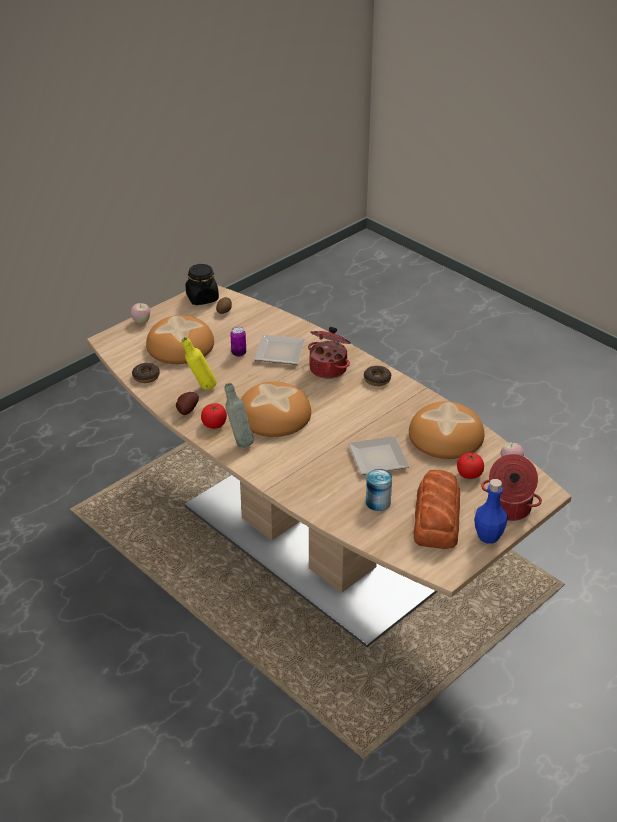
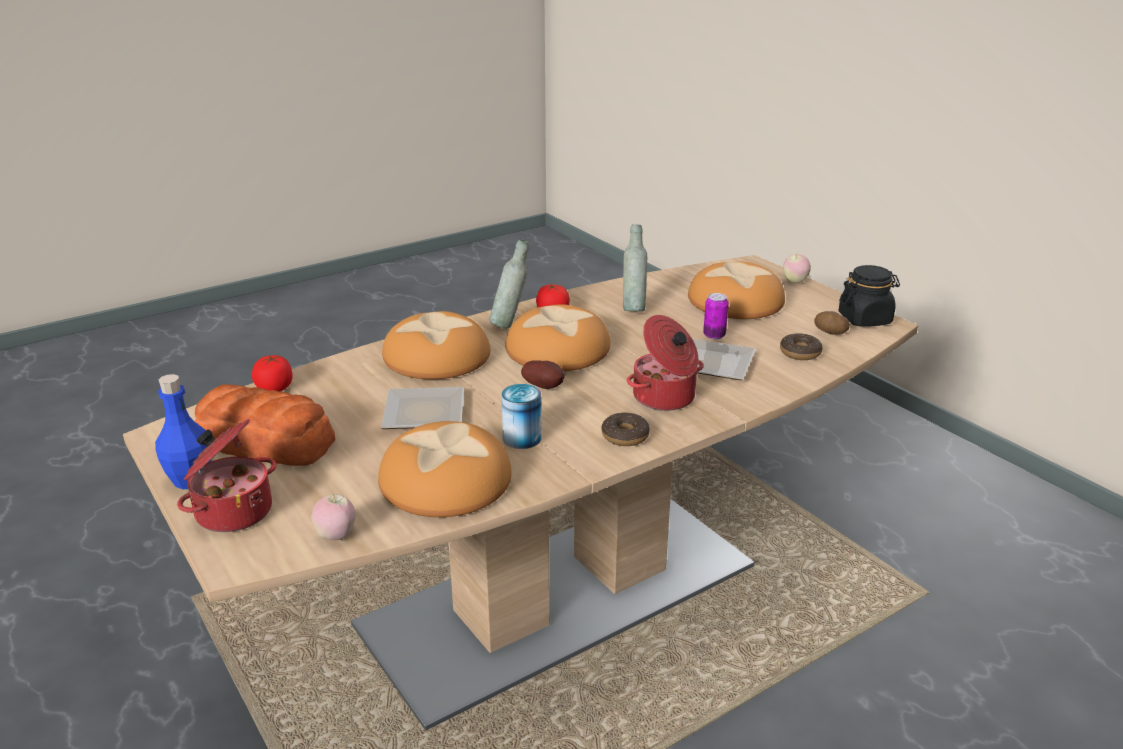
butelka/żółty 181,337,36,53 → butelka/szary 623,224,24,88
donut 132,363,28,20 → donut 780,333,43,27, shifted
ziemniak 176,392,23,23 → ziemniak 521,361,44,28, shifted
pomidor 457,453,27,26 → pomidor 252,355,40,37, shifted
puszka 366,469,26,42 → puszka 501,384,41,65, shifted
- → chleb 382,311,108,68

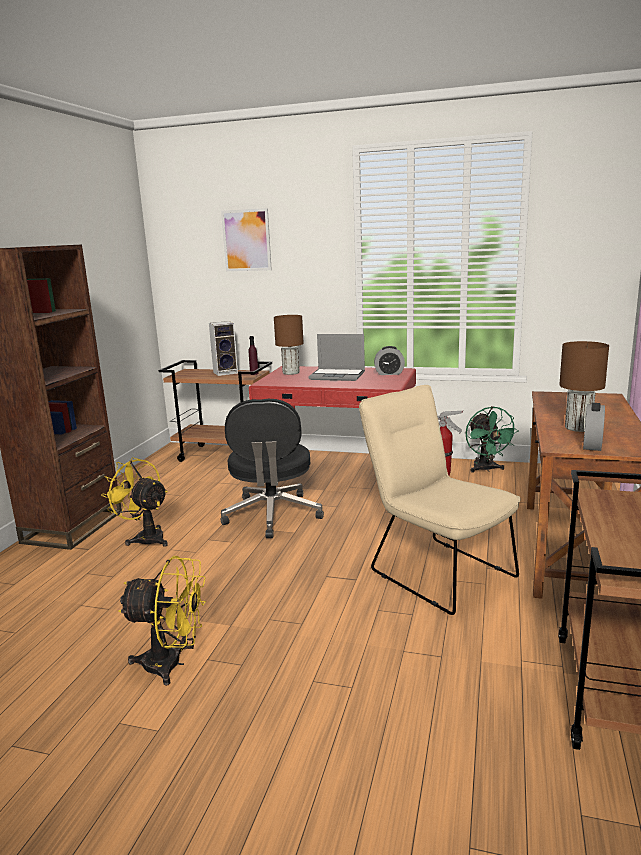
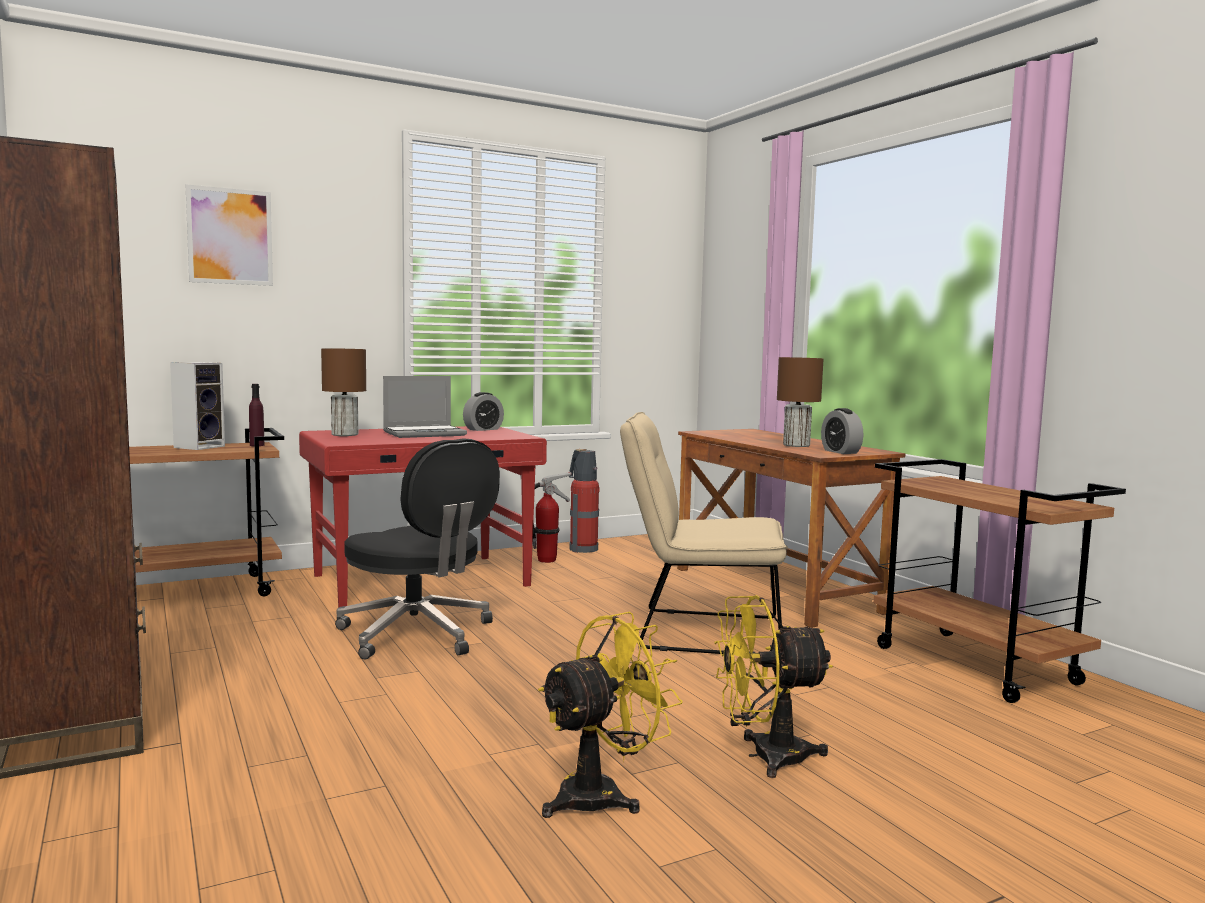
wentylator/zielony 466,406,53,67 → gaśnica 569,449,30,104
wentylator/żółty 101,457,67,90 → wentylator/żółty 714,595,119,183, shifted

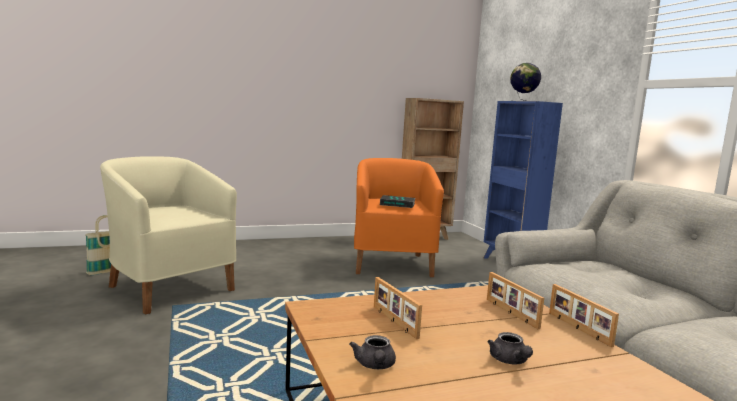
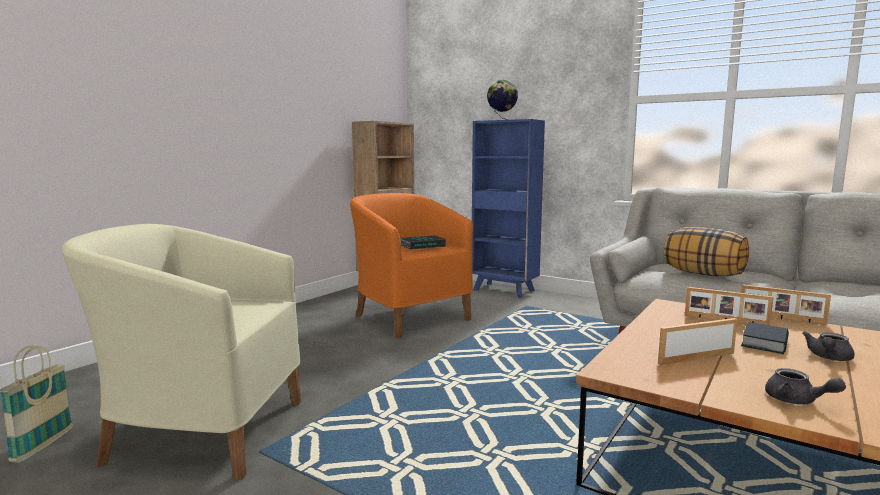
ramka na zdjęcie 374,277,48,62 → ramka na zdjęcie 658,318,79,47, 135 degrees clockwise
imbryk/szary 487,332,46,32 → imbryk/szary 802,331,52,30, 90 degrees clockwise
- → poduszka 664,227,85,49
- → książka 741,322,48,32

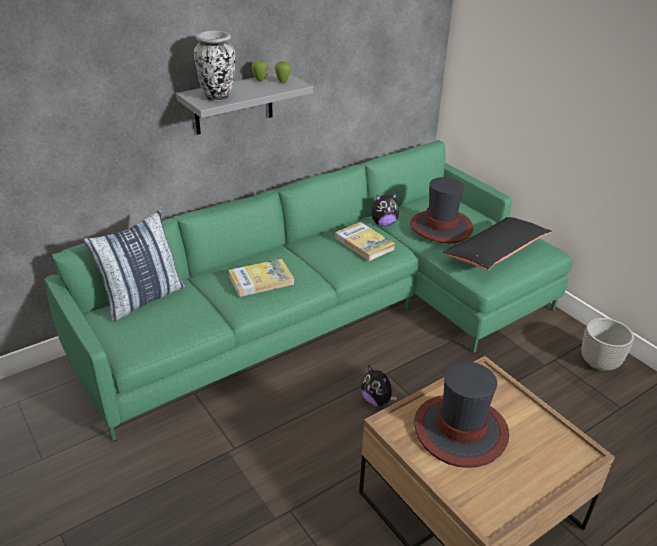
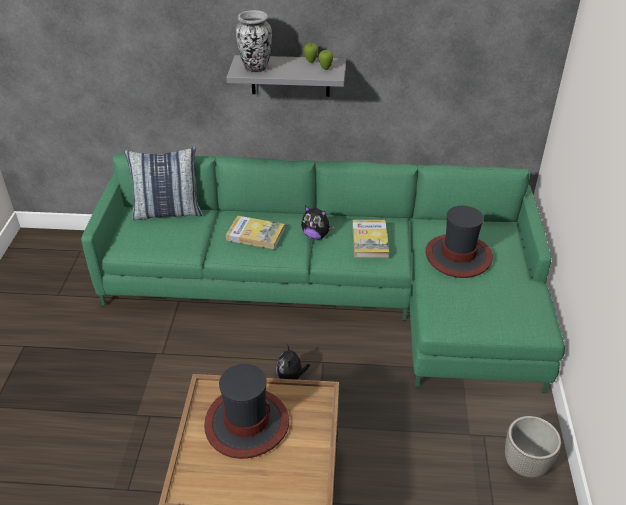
pluszak 371,193,28,33 → pluszak 301,206,33,33, shifted
poduszka/czarny 443,217,109,53 → -

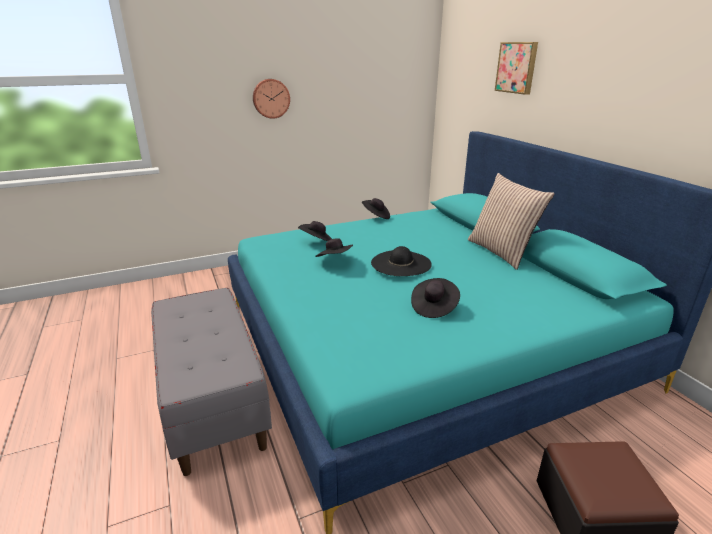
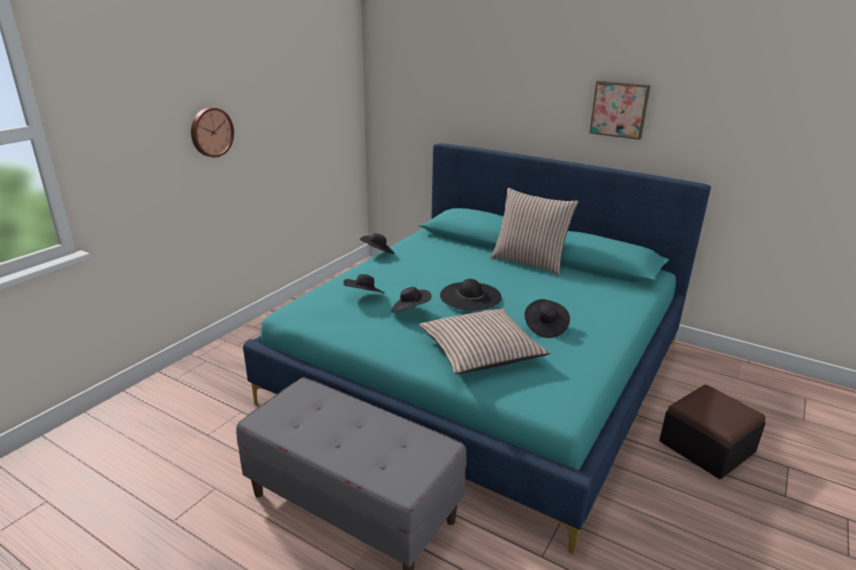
obraz 495,42,43,53 → obraz 589,81,61,59, shifted
- → poduszka 419,309,131,65

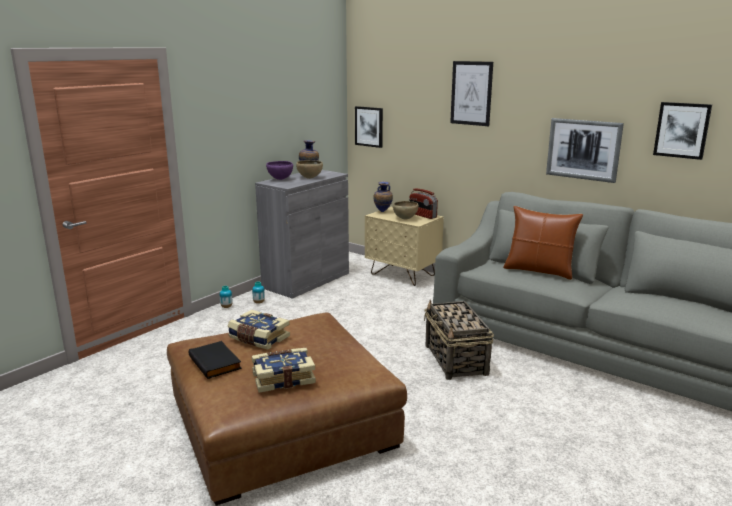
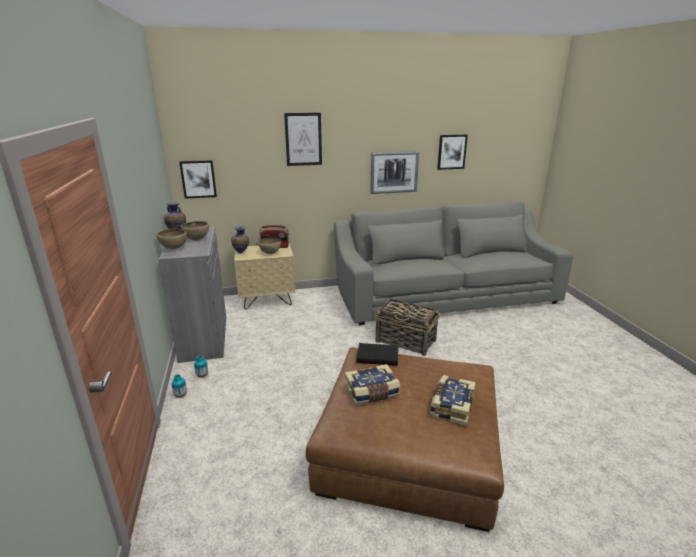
miska/fioletowy 266,161,27,19 → miska/brązowy 156,228,31,21
poduszka/brązowy 503,206,80,74 → -
książka/czarny 188,341,54,38 → książka/czarny 357,343,41,23, shifted

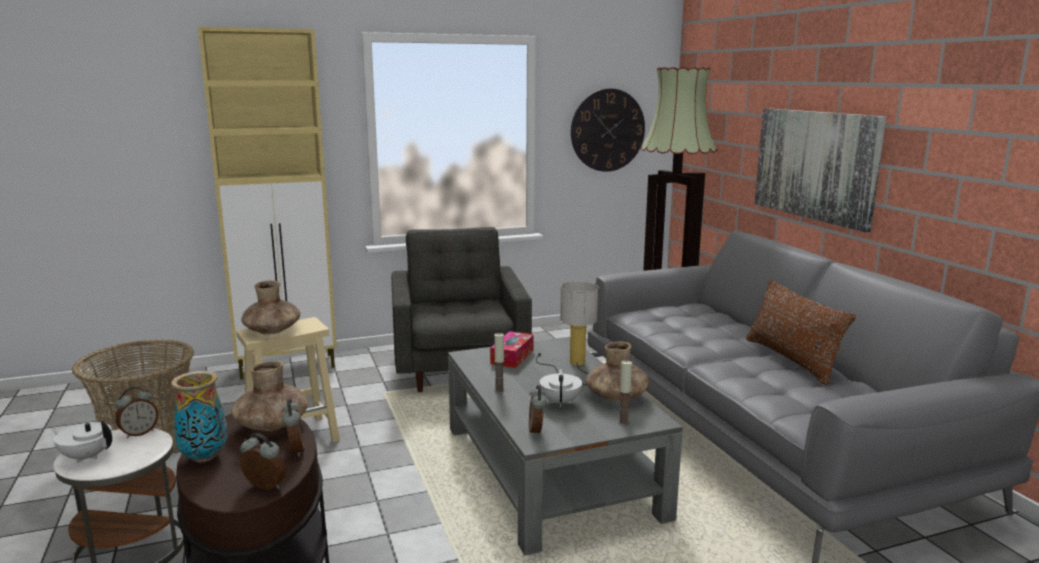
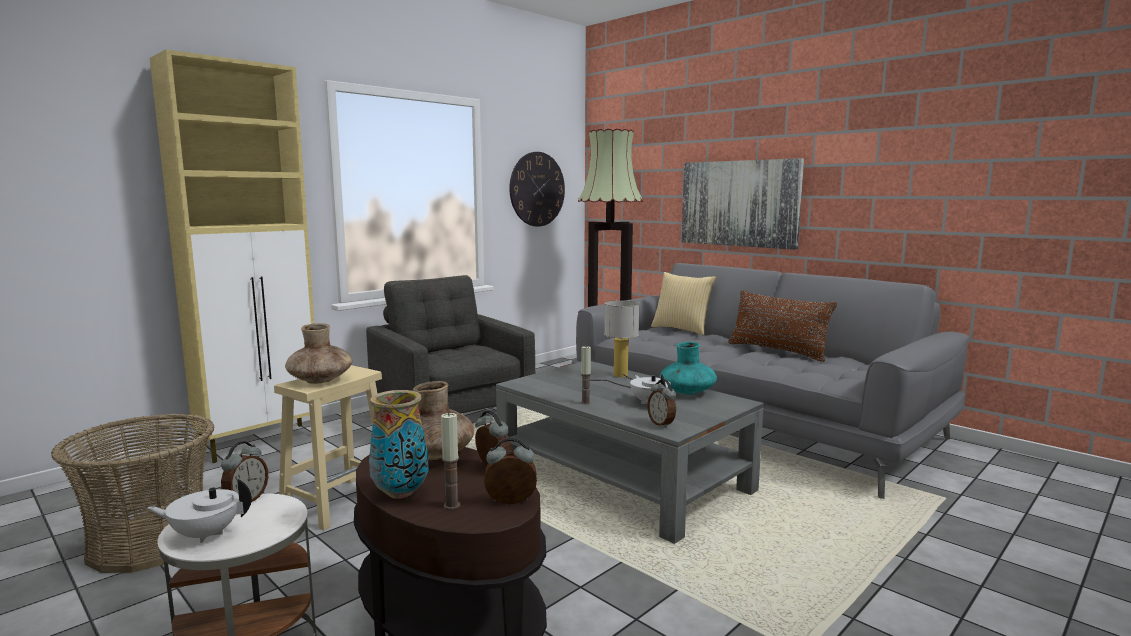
pudełko chusteczek 490,331,44,37 → -
wazon/brązowy 586,342,63,59 → wazon/turkusowy 660,342,57,53
świeca 618,360,14,66 → świeca 441,412,19,97, shifted
- → poduszka 651,272,65,64

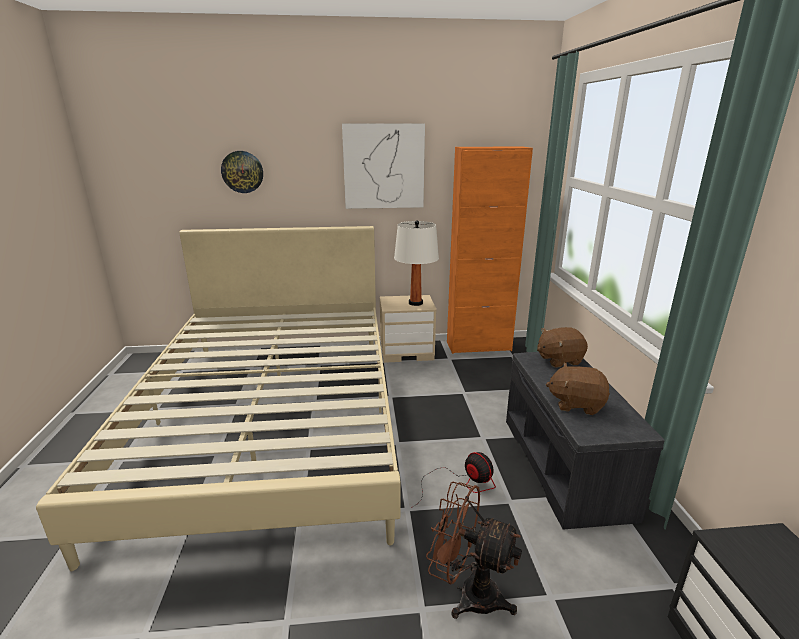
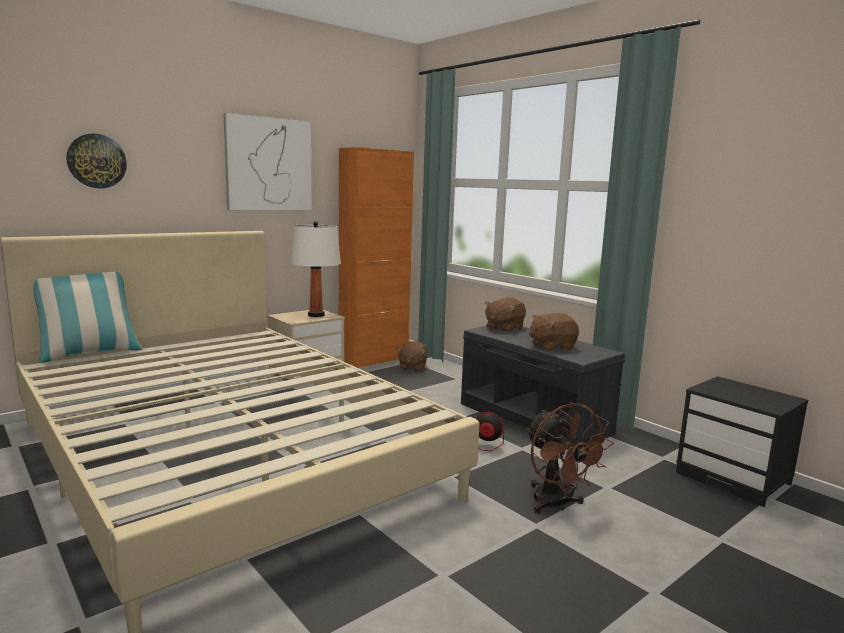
wentylator/brązowy 426,482,96,137 → wentylator/brązowy 526,403,88,111, 105 degrees counterclockwise
- → poduszka 33,272,110,91
- → pluszak/brązowy 397,341,31,31

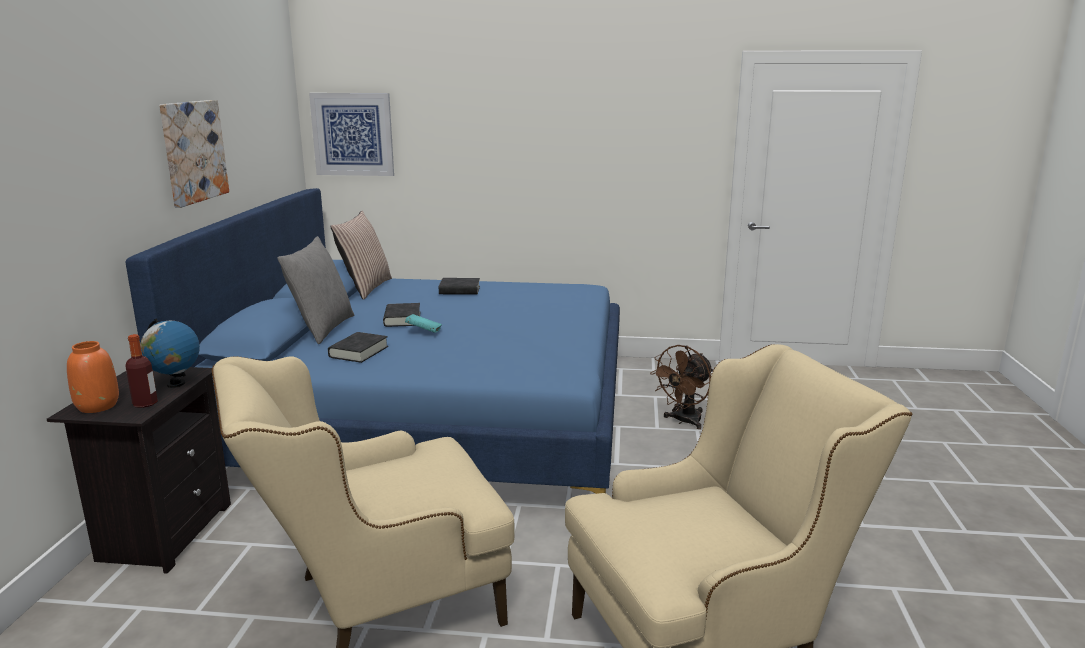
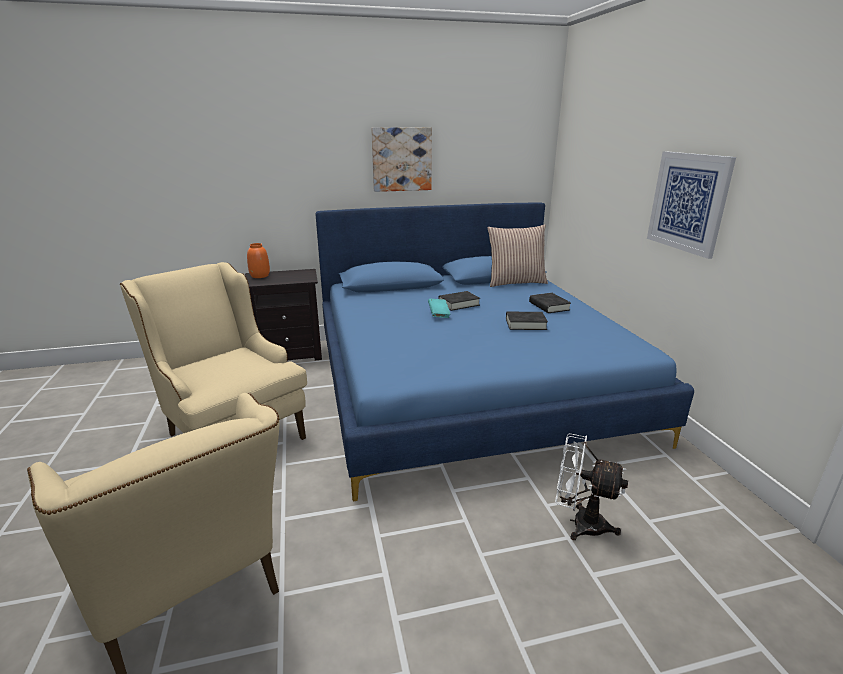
obraz 309,93,85,83 → obraz 647,151,89,108, shifted
poduszka/szary 277,236,77,108 → -
globus 140,318,60,70 → -
książka/czarny 328,332,60,31 → książka/czarny 506,312,42,18, shifted
butelka 125,334,33,74 → -
wentylator/brązowy 650,345,63,84 → wentylator/biały 555,433,73,107

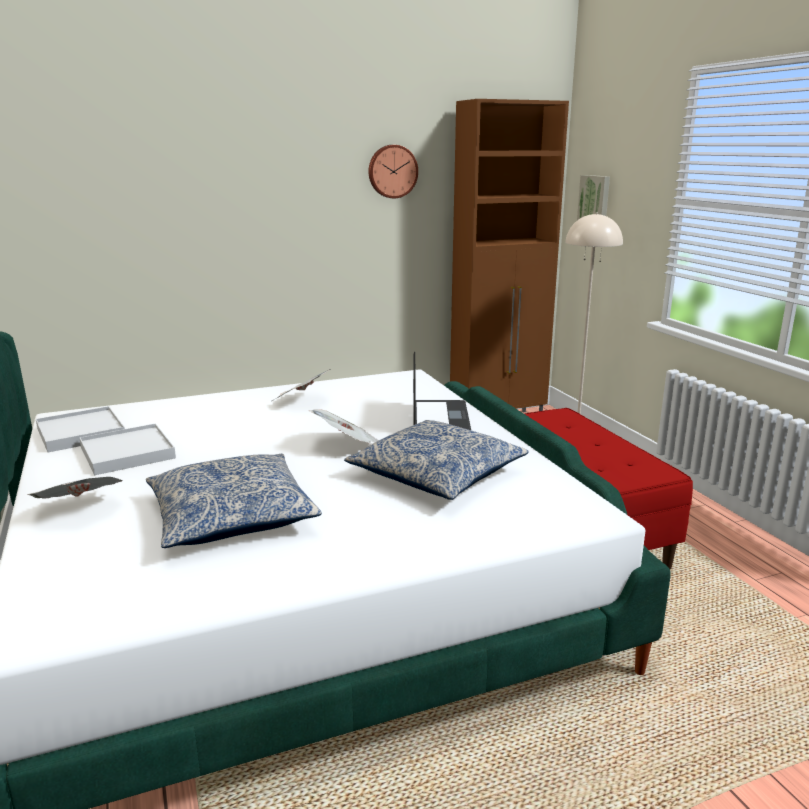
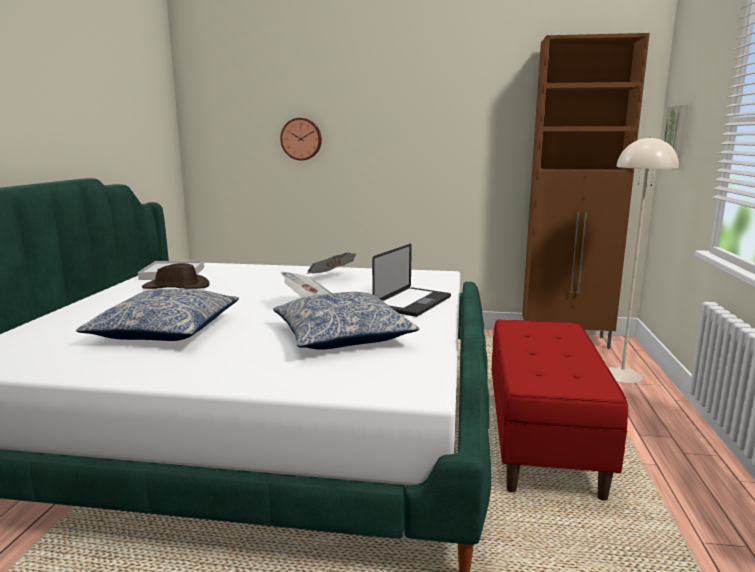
zegar ścienny 368,145,50,53 → zegar ścienny 280,118,42,42, shifted
taca/biały 79,423,97,52 → kapelusz/brązowy 142,263,68,26
gazeta 26,477,97,22 → -

